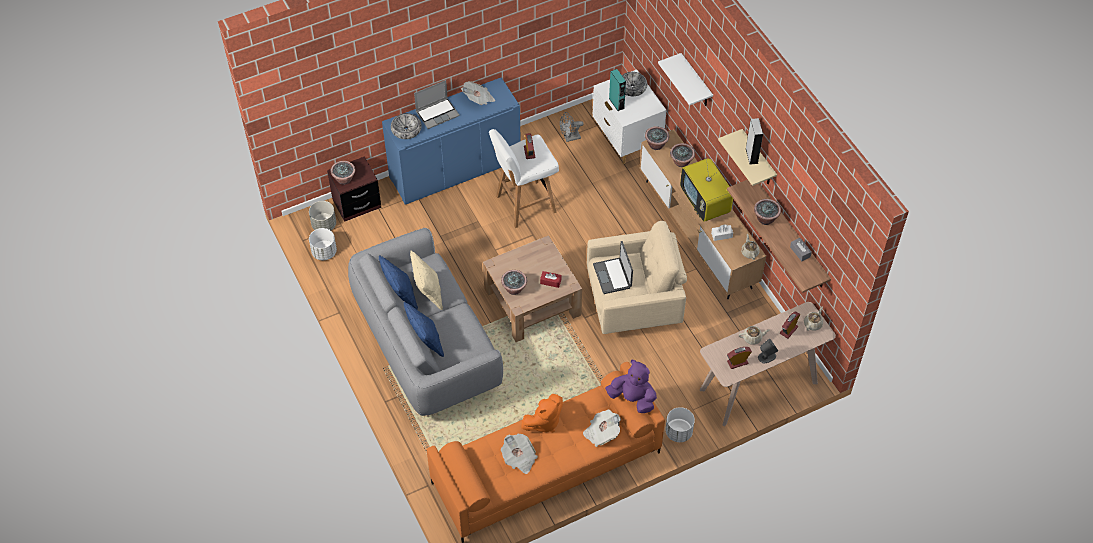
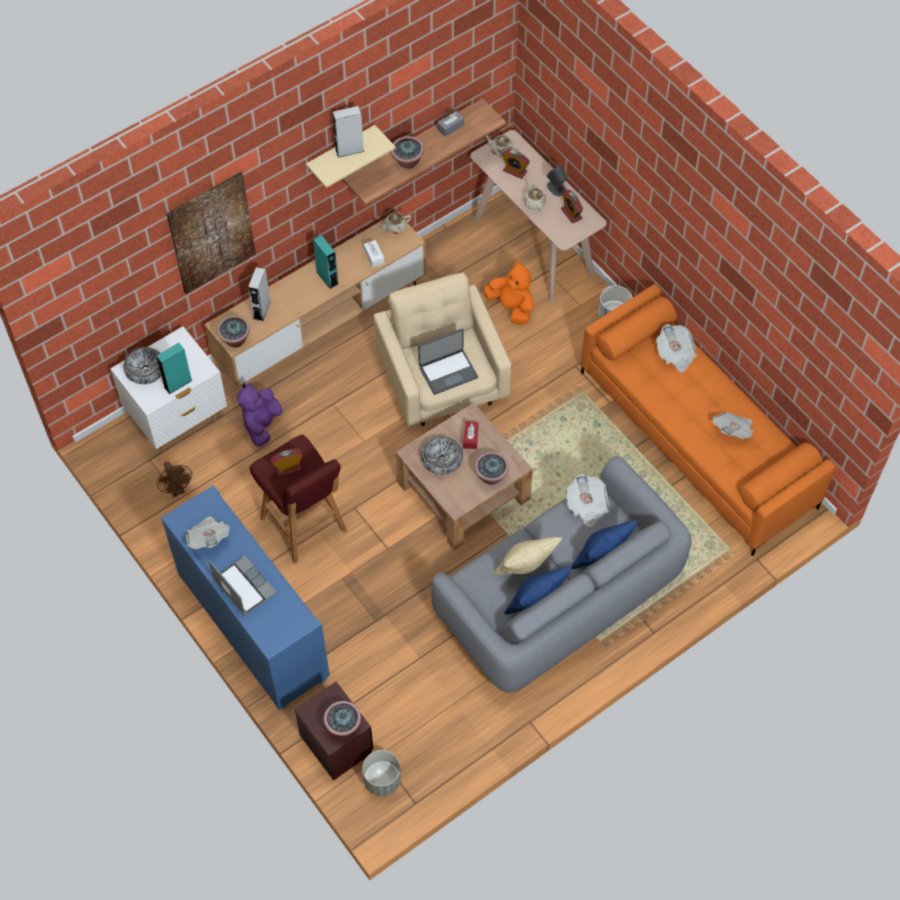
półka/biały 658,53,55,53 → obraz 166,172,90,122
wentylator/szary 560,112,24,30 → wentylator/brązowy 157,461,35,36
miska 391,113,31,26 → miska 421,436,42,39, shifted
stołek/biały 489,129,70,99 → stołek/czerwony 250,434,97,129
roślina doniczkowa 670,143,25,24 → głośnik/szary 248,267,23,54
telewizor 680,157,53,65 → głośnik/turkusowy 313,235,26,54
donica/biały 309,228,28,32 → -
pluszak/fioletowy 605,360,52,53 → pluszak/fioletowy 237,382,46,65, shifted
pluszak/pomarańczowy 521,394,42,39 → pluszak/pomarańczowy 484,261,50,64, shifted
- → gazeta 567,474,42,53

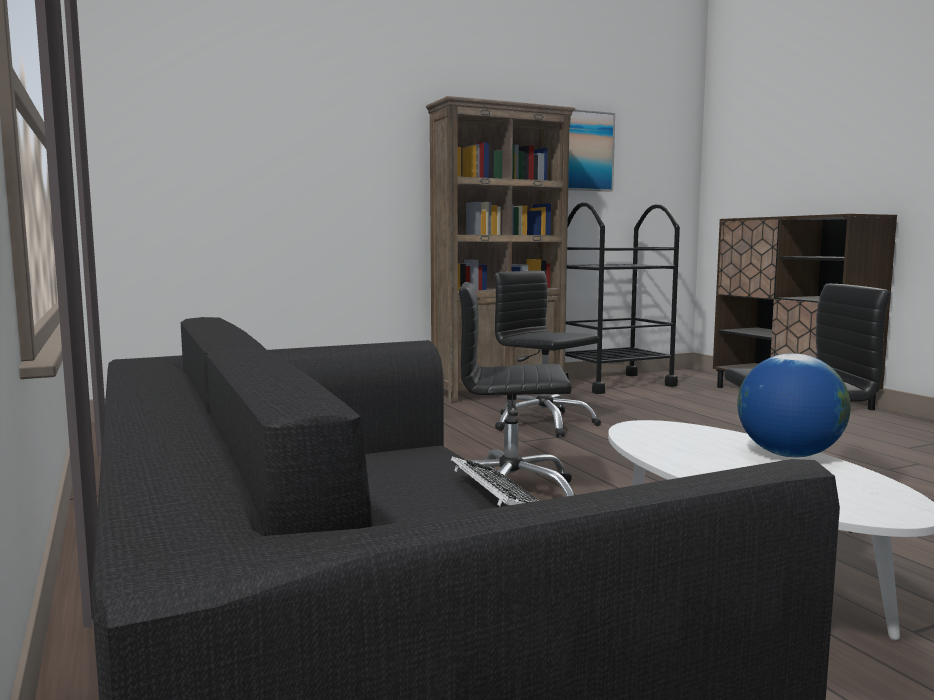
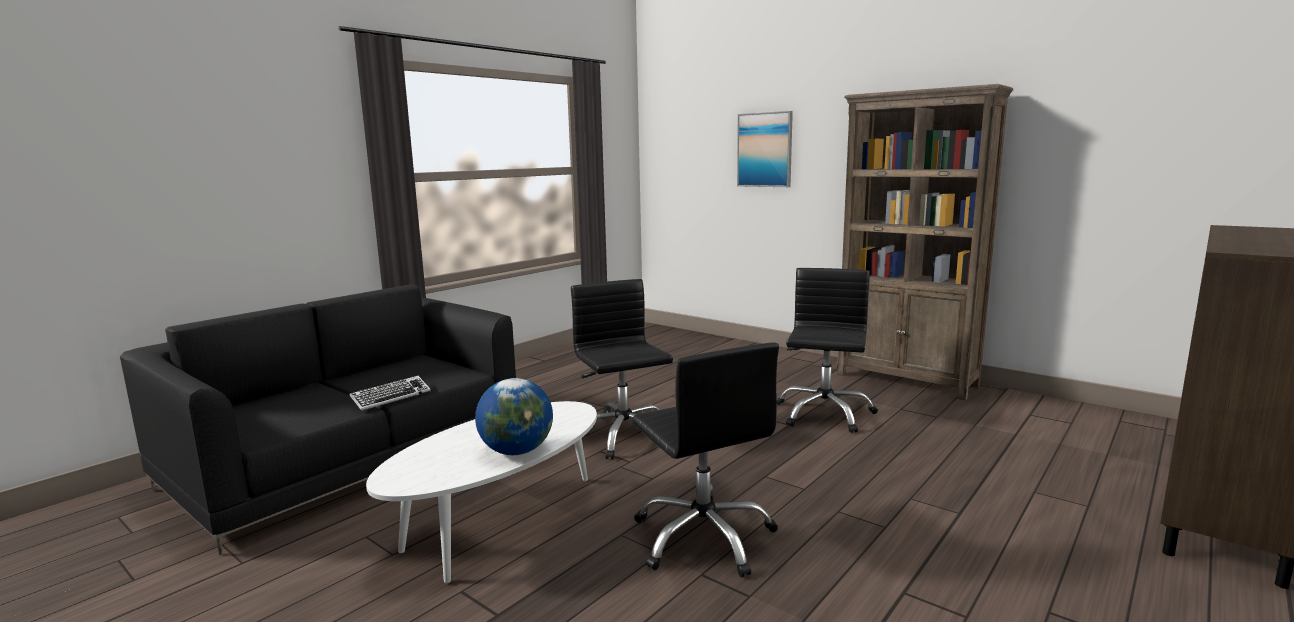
obraz 568,109,47,83 → obraz 737,111,56,76, shifted
wózek/czarny 565,202,115,192 → -

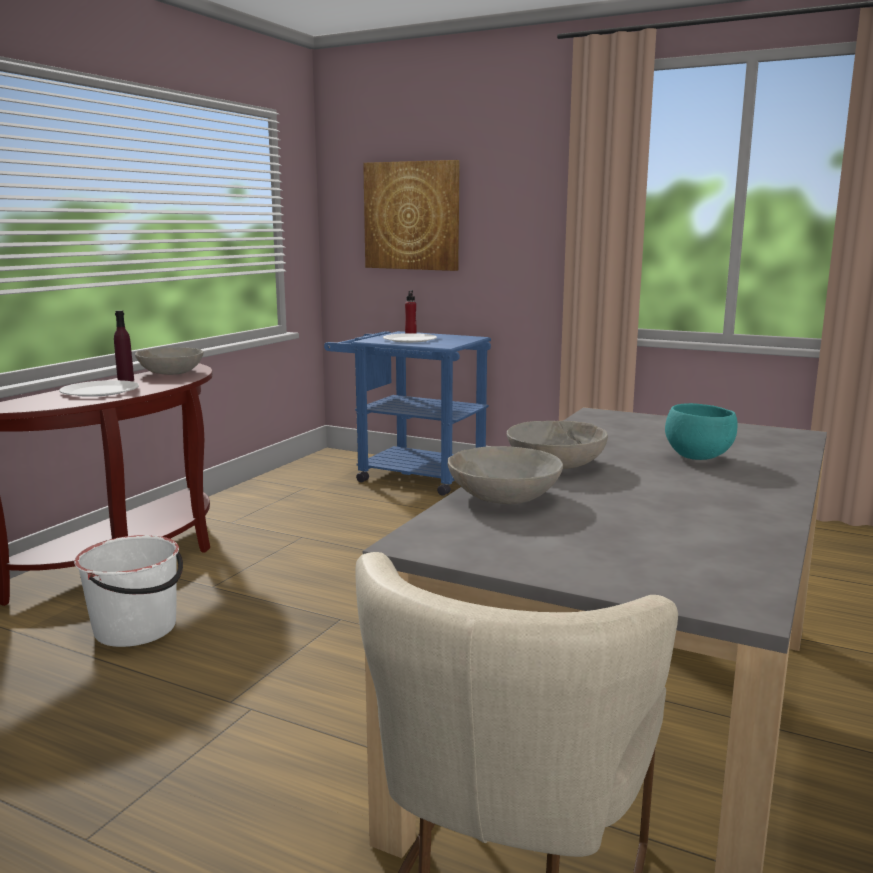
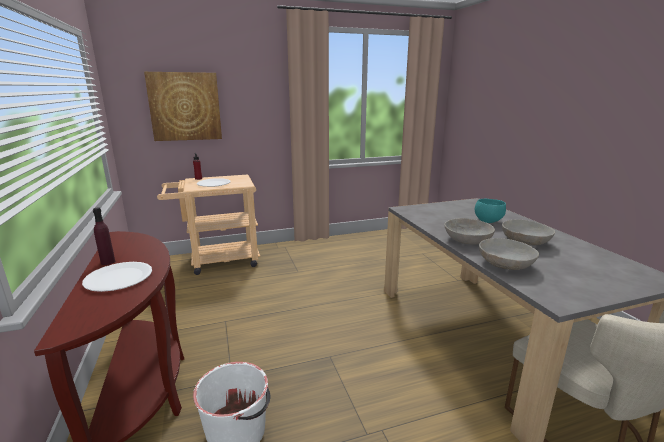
wózek/niebieski 324,331,167,165 → wózek/beżowy 157,174,103,101
miska/szary 135,347,69,28 → miska/szary 502,220,53,25, shifted

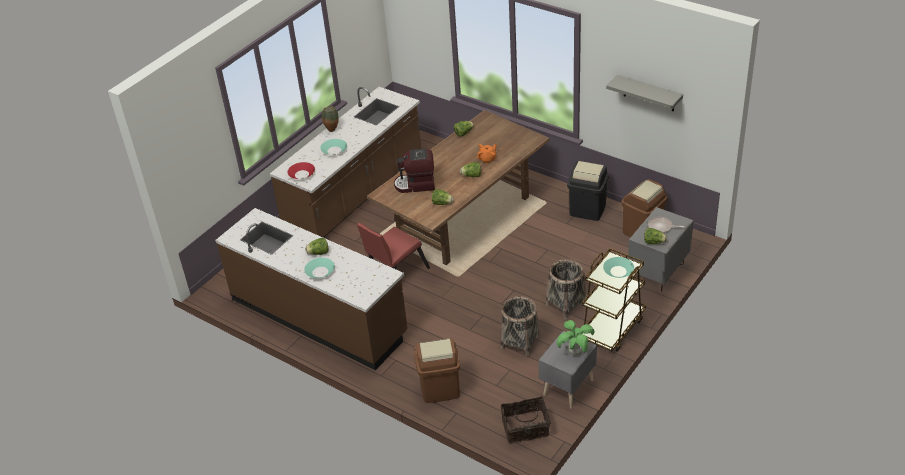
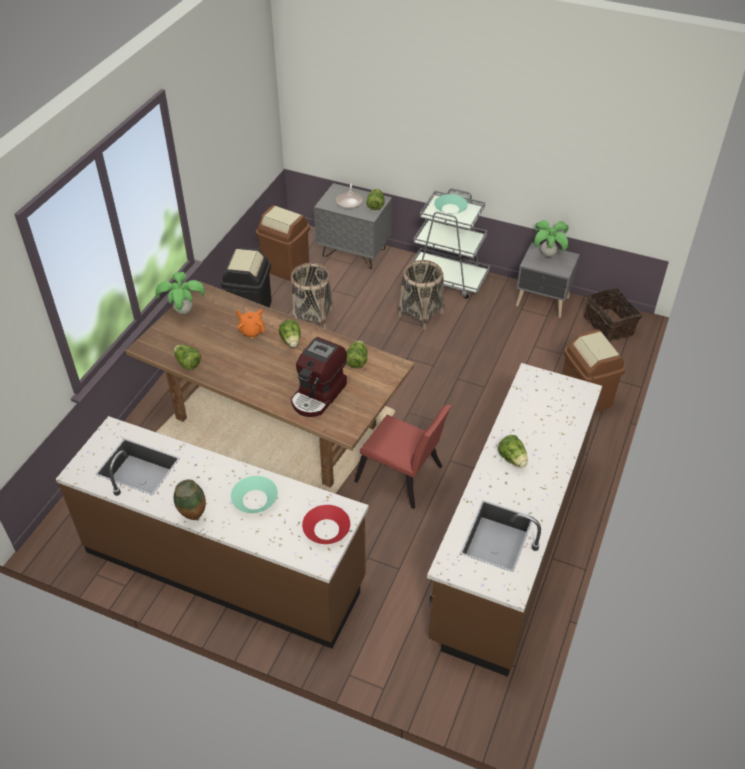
półka/szary 606,75,77,37 → -
ekspres do kawy 394,148,41,45 → ekspres do kawy 291,337,56,80, 45 degrees clockwise
wózek/brązowy 582,248,64,104 → wózek/szary 412,188,78,111
miska/turkusowy 304,258,31,20 → -
koszyk 501,296,39,61 → koszyk 291,263,42,66, shifted
- → roślina doniczkowa 155,272,50,42

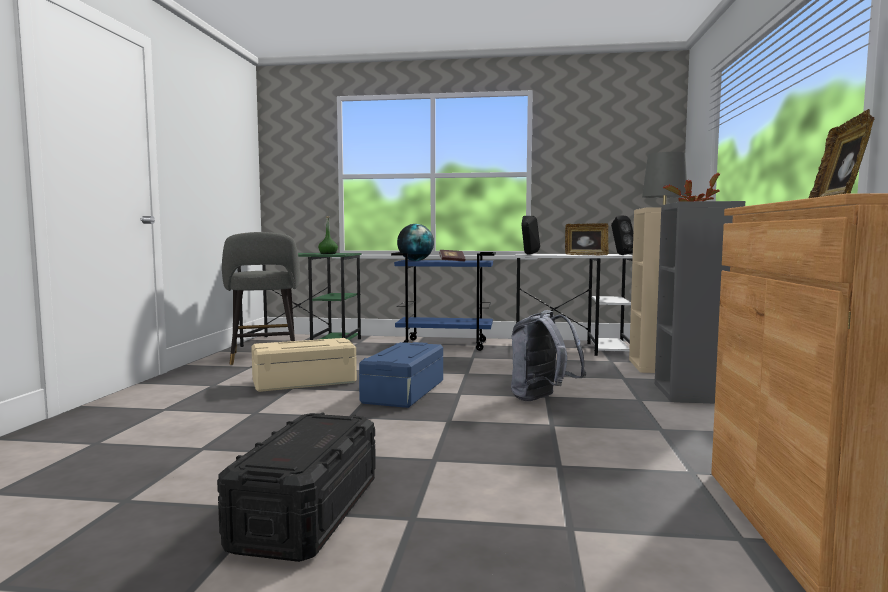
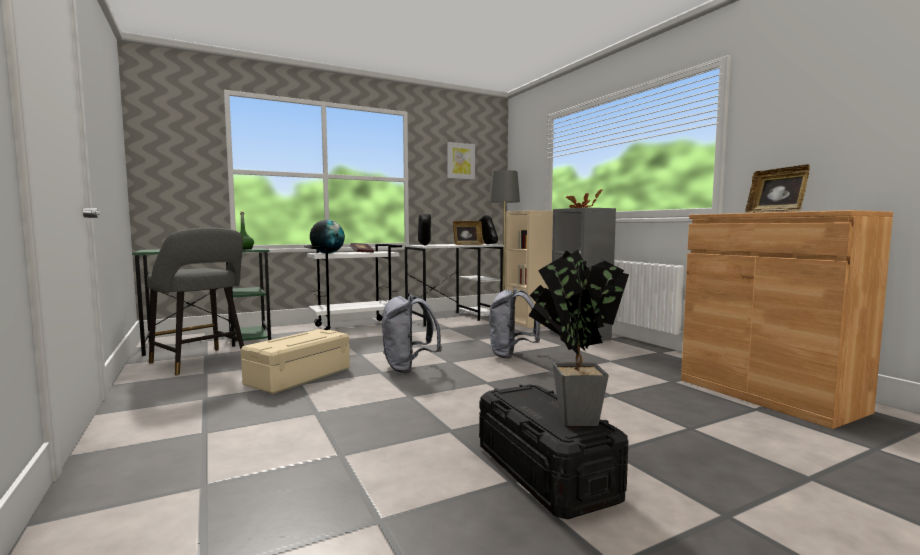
wózek/niebieski 391,252,105,99 → wózek/biały 304,244,98,86
pojemnik do przechowywania/niebieski 359,342,84,66 → plecak/szary 382,293,60,80
- → obraz 447,142,28,38
- → roślina doniczkowa 529,250,100,176

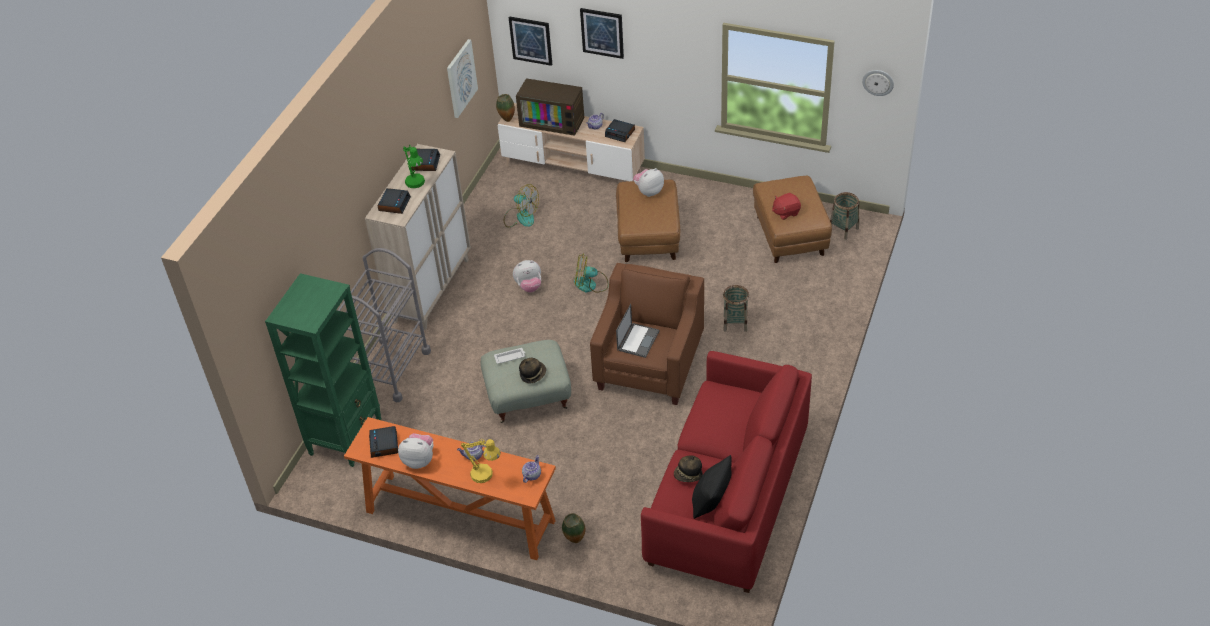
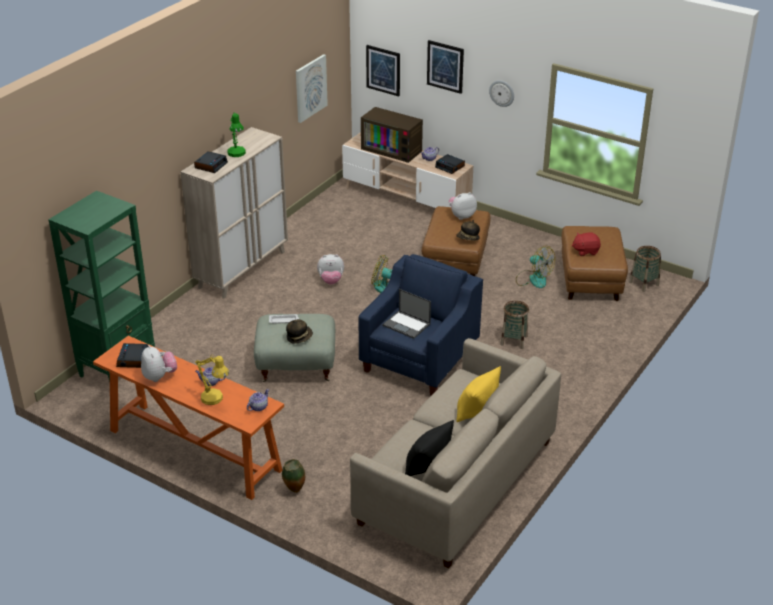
zegar ścienny 862,70,32,26 → zegar ścienny 489,80,25,27, shifted
wazon 496,94,19,28 → -
budzik 411,149,29,22 → -
wentylator 504,184,35,43 → wentylator 516,246,39,42, shifted
wózek/szary 338,248,93,154 → -
fotel/brązowy 590,263,114,142 → fotel/niebieski 359,254,124,142
laptop 616,304,44,54 → laptop 382,289,49,50, 90 degrees clockwise
kanapa/czerwony 641,351,171,242 → kanapa/beżowy 350,338,211,230
pluszak 398,433,36,36 → pluszak 141,345,36,37, 45 degrees clockwise
kapelusz 674,455,29,27 → kapelusz 456,220,24,21, shifted
- → poduszka/żółty 456,366,45,56

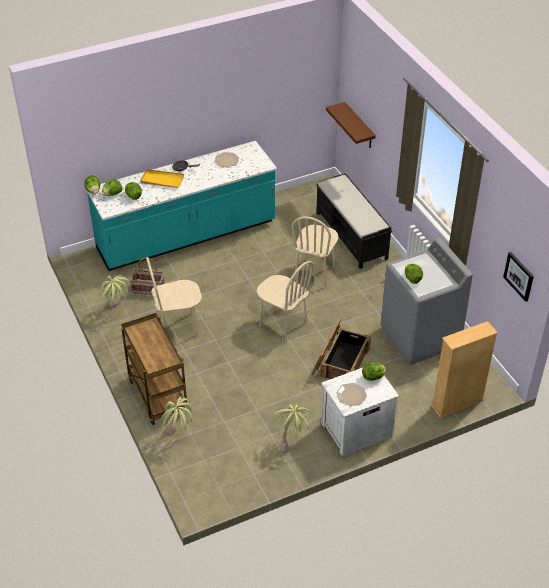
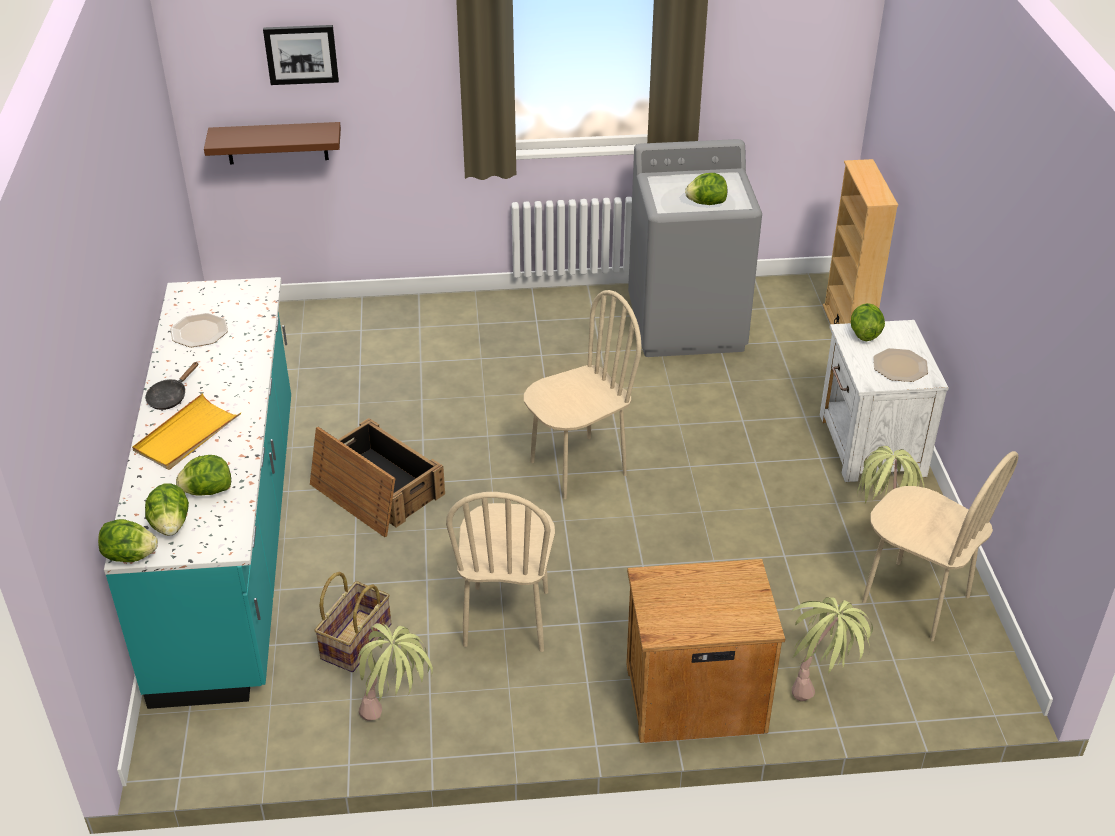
ławka/czarny 316,173,76,96 → -
krzesło/beżowy 291,217,47,71 → krzesło/beżowy 862,451,156,190, shifted
obraz 503,252,31,50 → obraz 263,25,76,60, shifted
wózek/brązowy 121,313,66,112 → szafka nocna/brązowy 626,559,159,184
skrzynka 311,317,60,62 → skrzynka 310,418,135,119, shifted

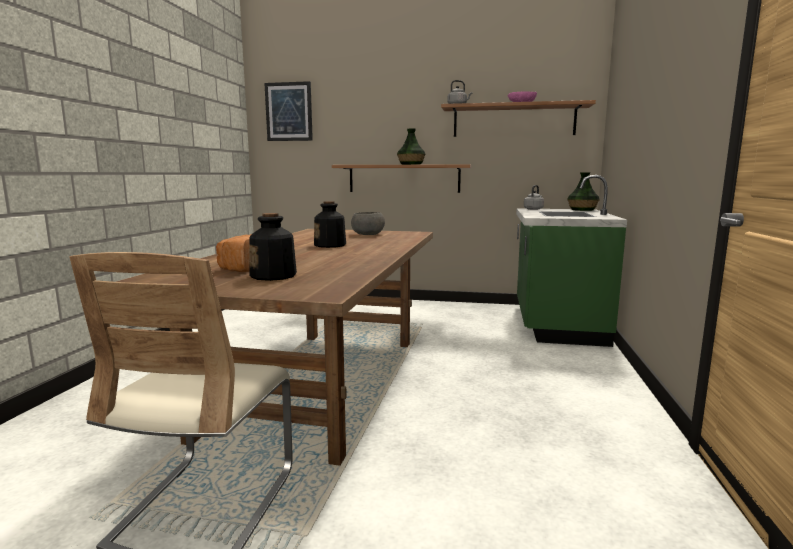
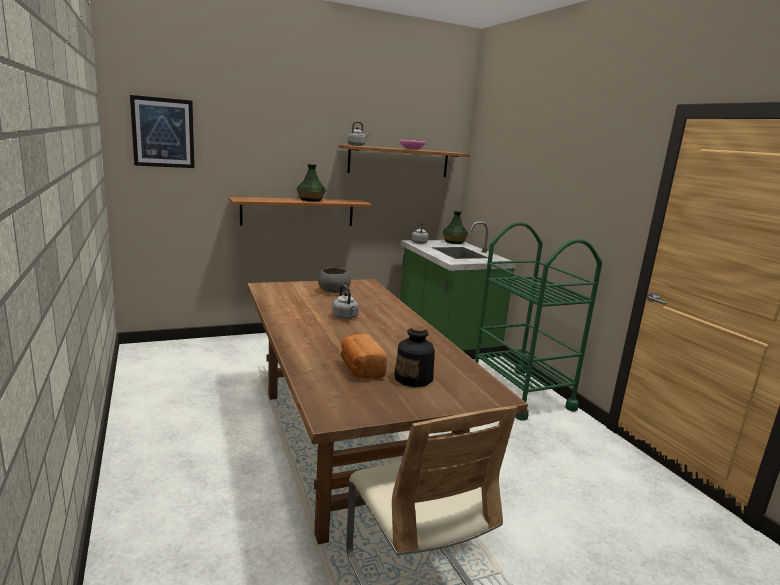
butelka 314,201,32,47 → czajnik/szary 332,284,27,35
- → wózek/zielony 475,222,127,199

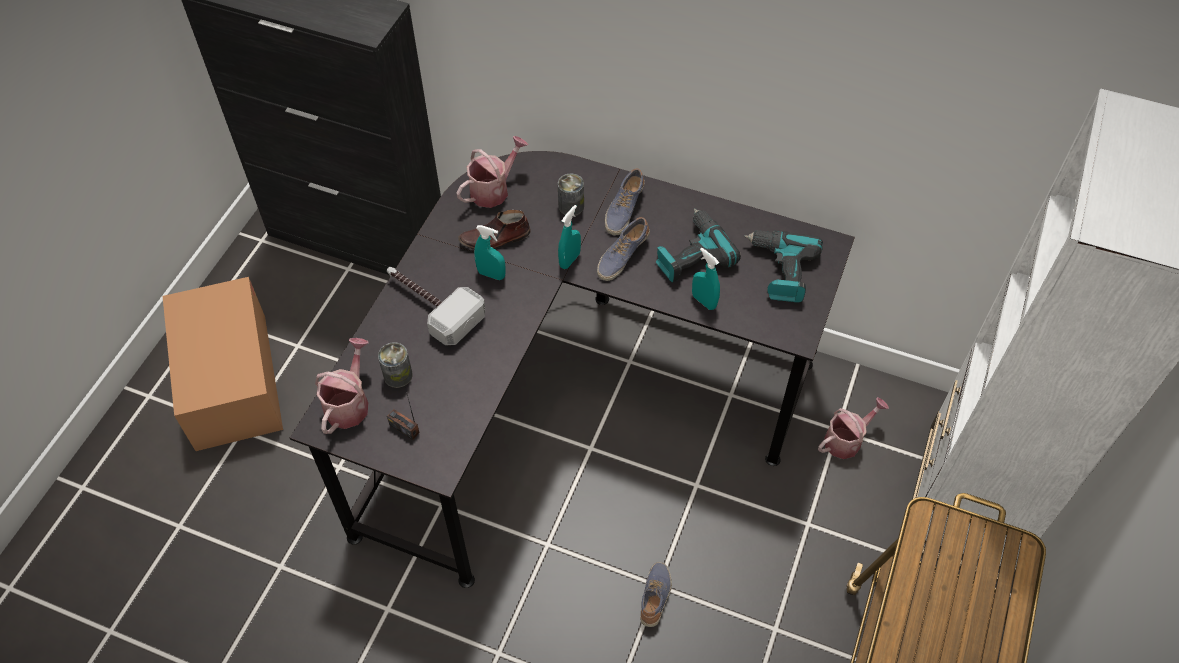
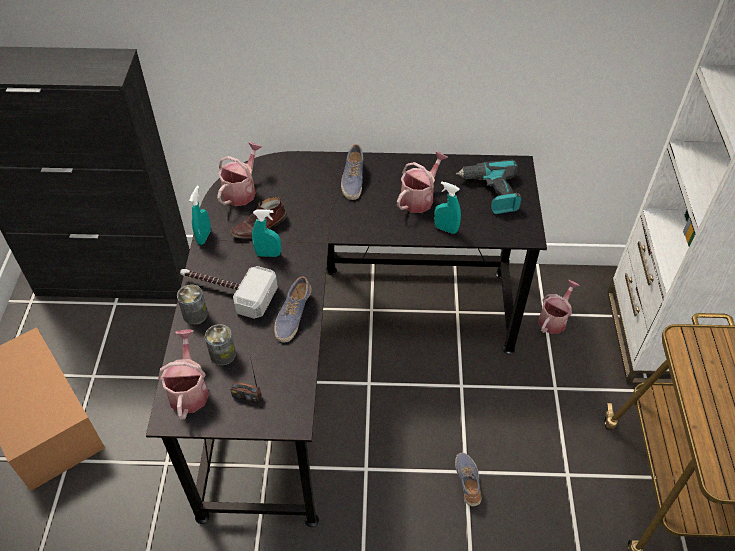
puszka 558,174,26,42 → puszka 177,284,31,41, shifted
spryskiwacz/turkusowy 558,205,23,64 → spryskiwacz/turkusowy 189,186,22,59, shifted
wiertarka 656,208,85,75 → konewka 397,151,51,62
but 597,217,53,64 → but 274,276,37,67, shifted

